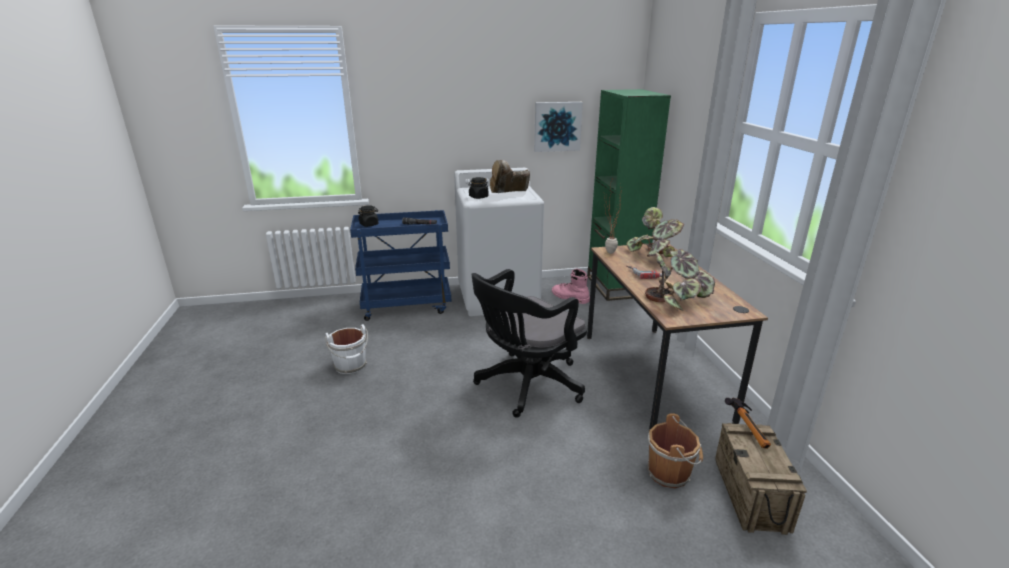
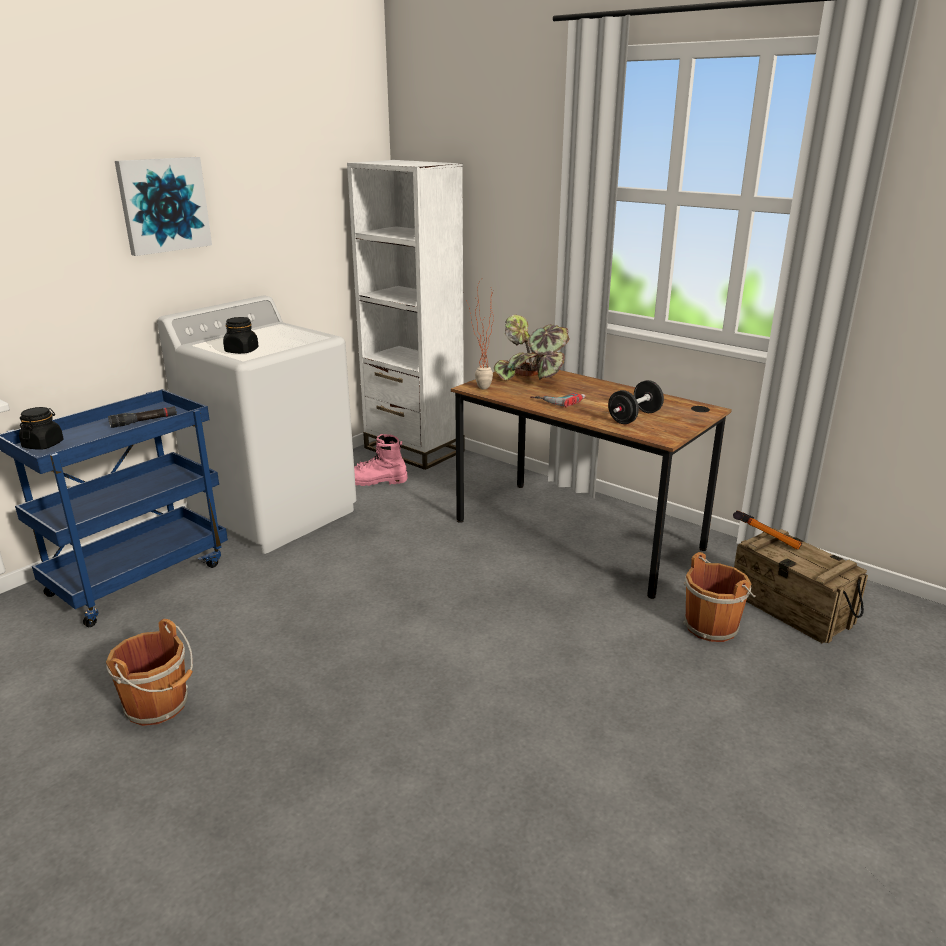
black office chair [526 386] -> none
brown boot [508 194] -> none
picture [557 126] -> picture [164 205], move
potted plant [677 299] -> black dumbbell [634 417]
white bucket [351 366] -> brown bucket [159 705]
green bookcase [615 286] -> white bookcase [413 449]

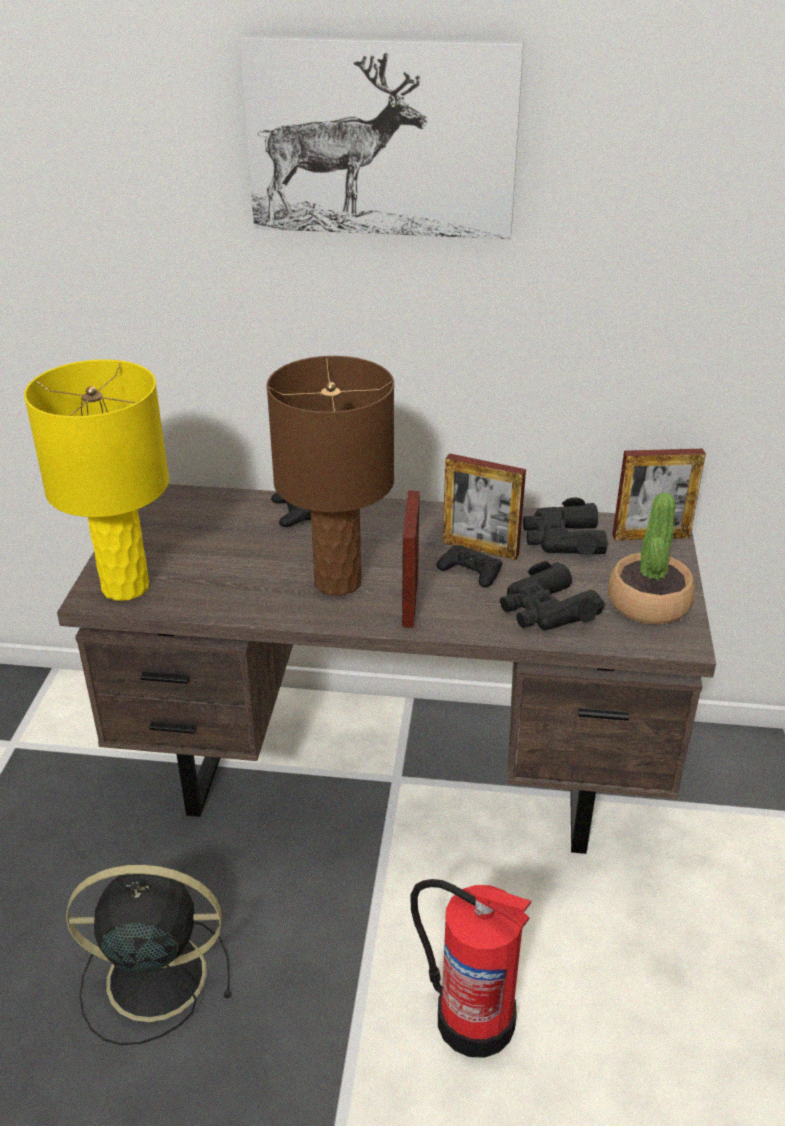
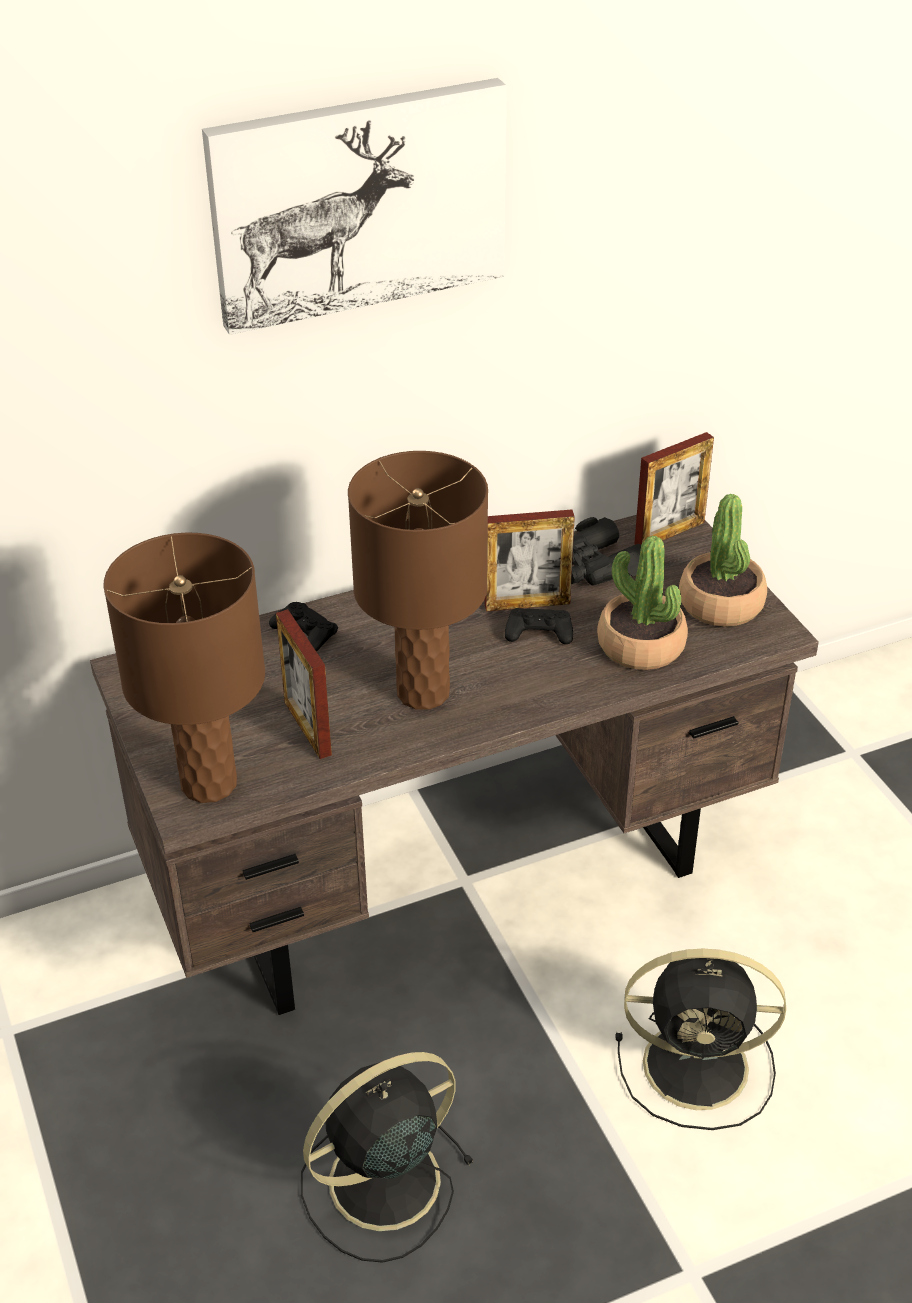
picture frame [410 601] -> picture frame [307 728], move
fire extinguisher [473 1018] -> black fan [700 1066]
black binoculars [546 610] -> potted plant [640 646]
yellow table lamp [124 587] -> brown table lamp [208 784]

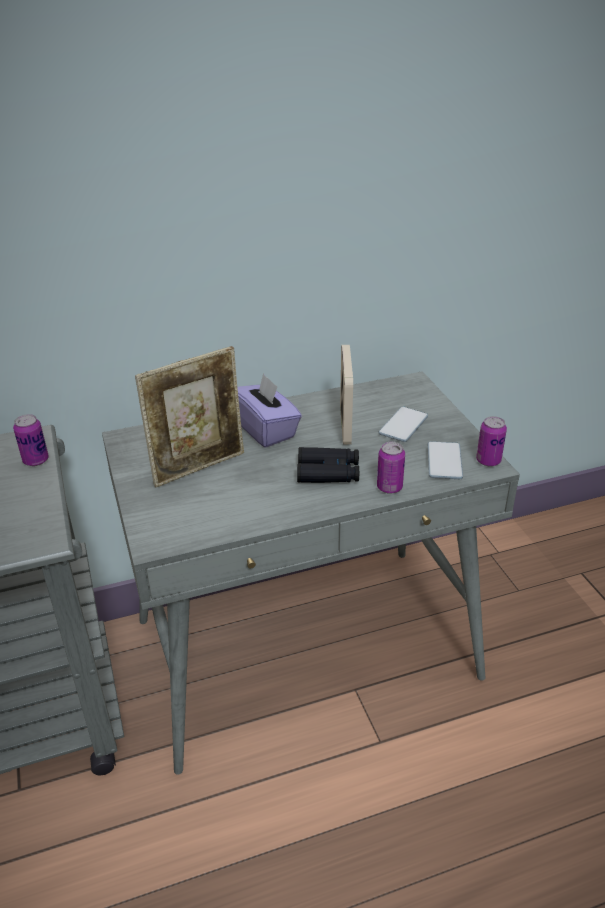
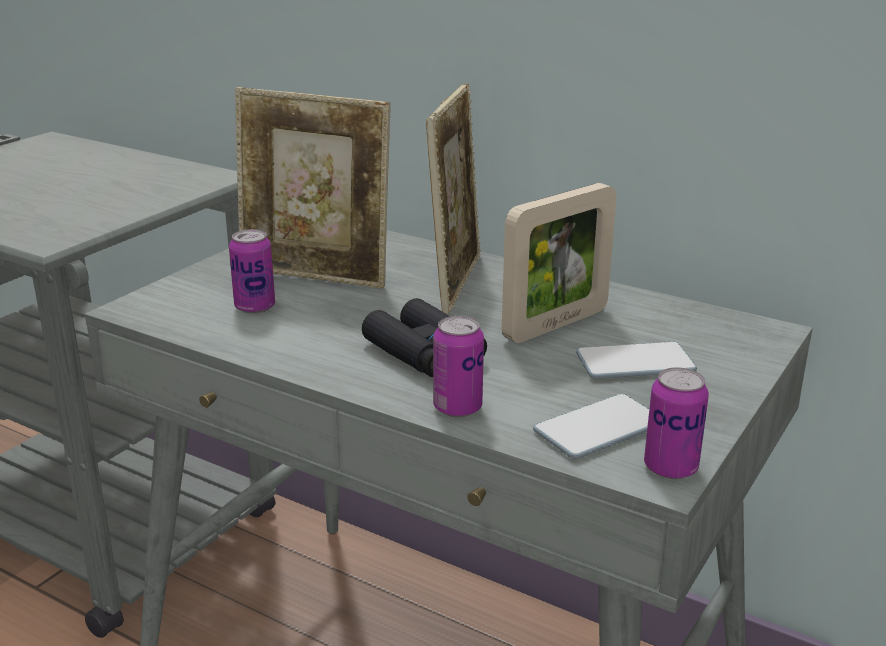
can [36 460] -> can [255 307], move
purple tissue box [265 429] -> picture frame [455 282]

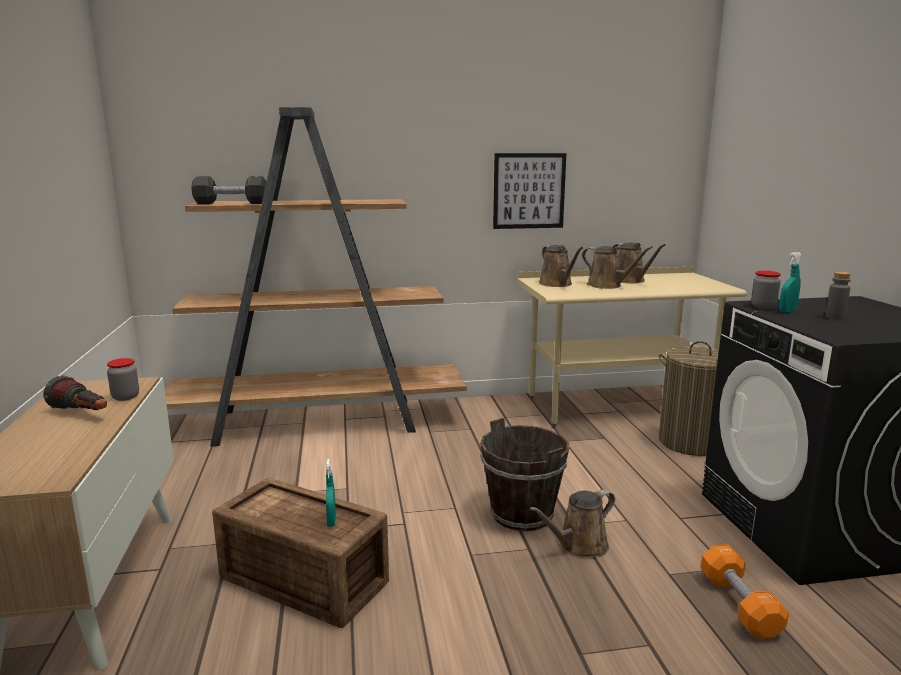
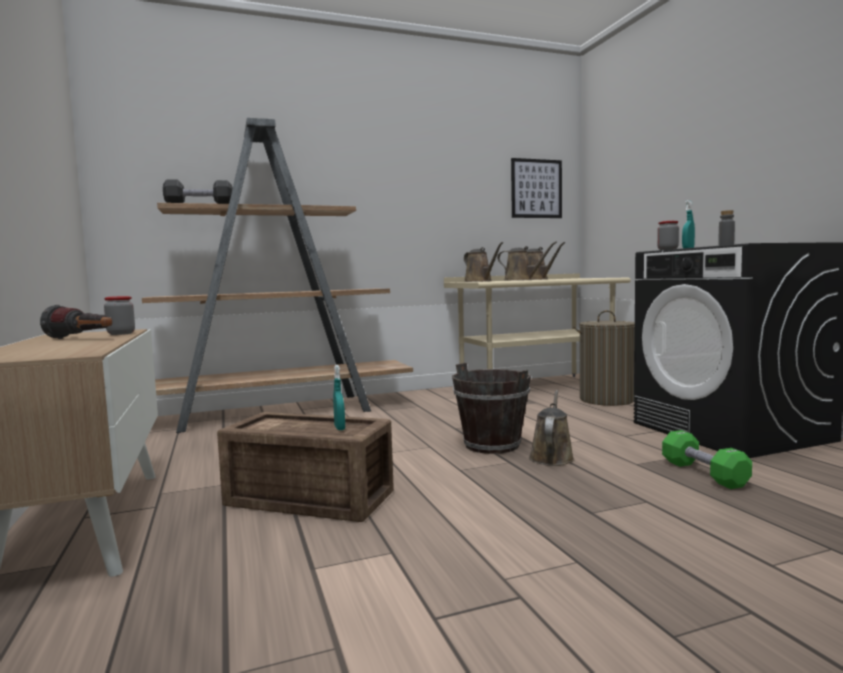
picture [529 191] -> picture [536 188], move
orange dumbbell [739 605] -> green dumbbell [703 474]
brown watering can [579 546] -> brown watering can [551 457], 150 degrees clockwise

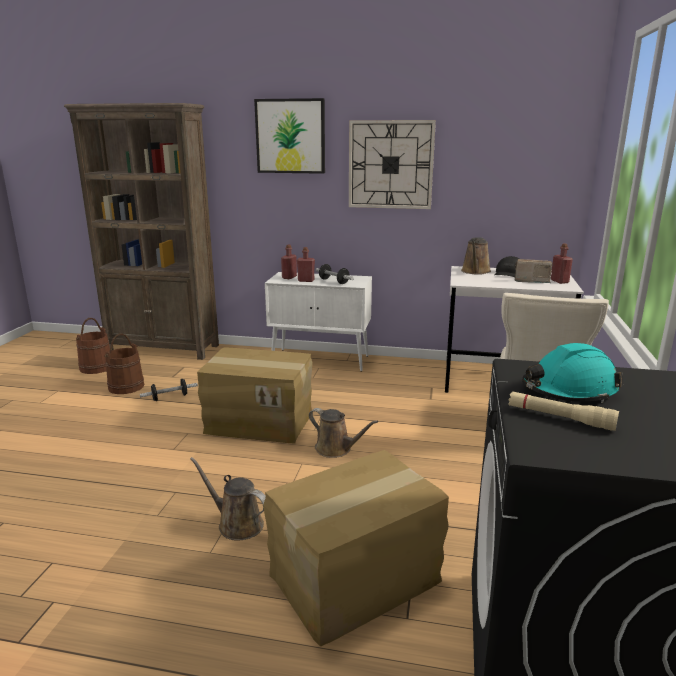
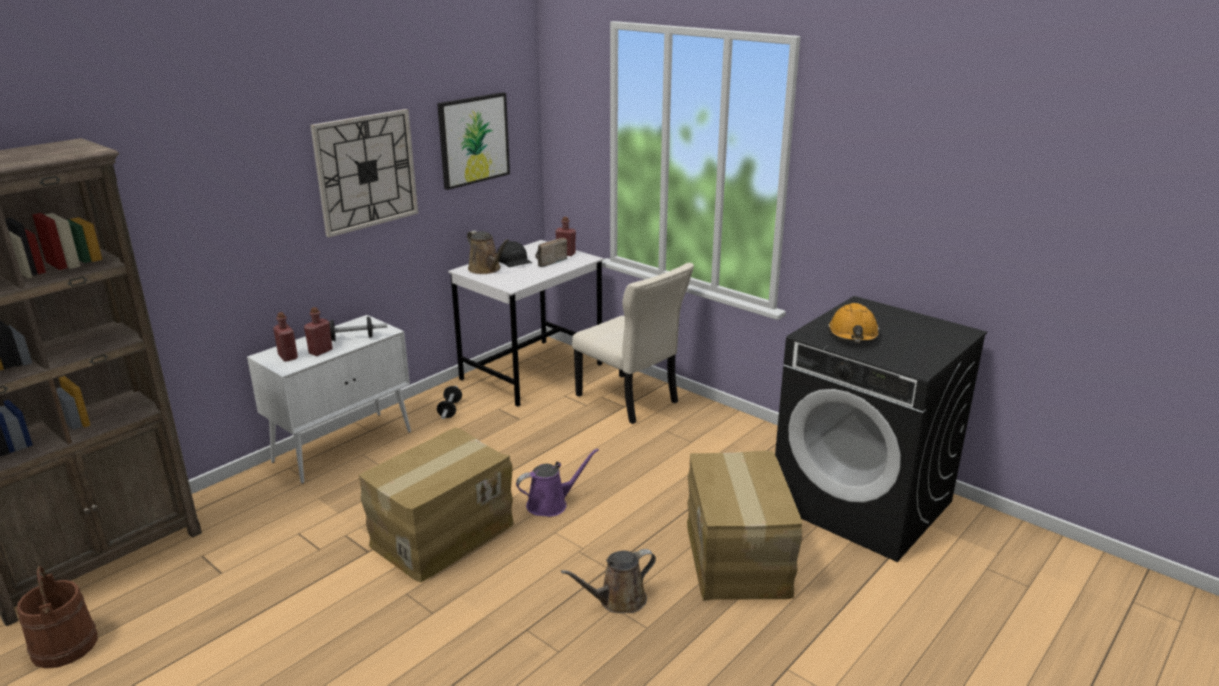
brown bucket [126 386] -> none
beige flashlight [560 418] -> none
dumbbell [170 397] -> dumbbell [450 410], move
picture [290 136] -> picture [473 140], move
brown watering can [336 449] -> purple watering can [551 504]
turquoise hard hat [568 391] -> orange hard hat [853 335]

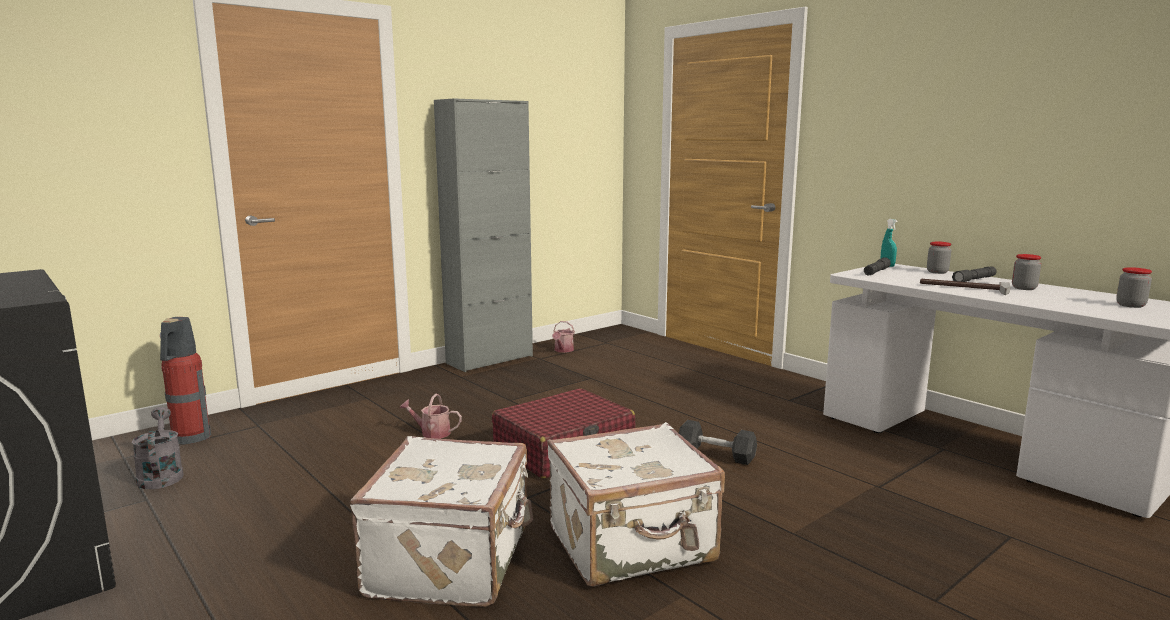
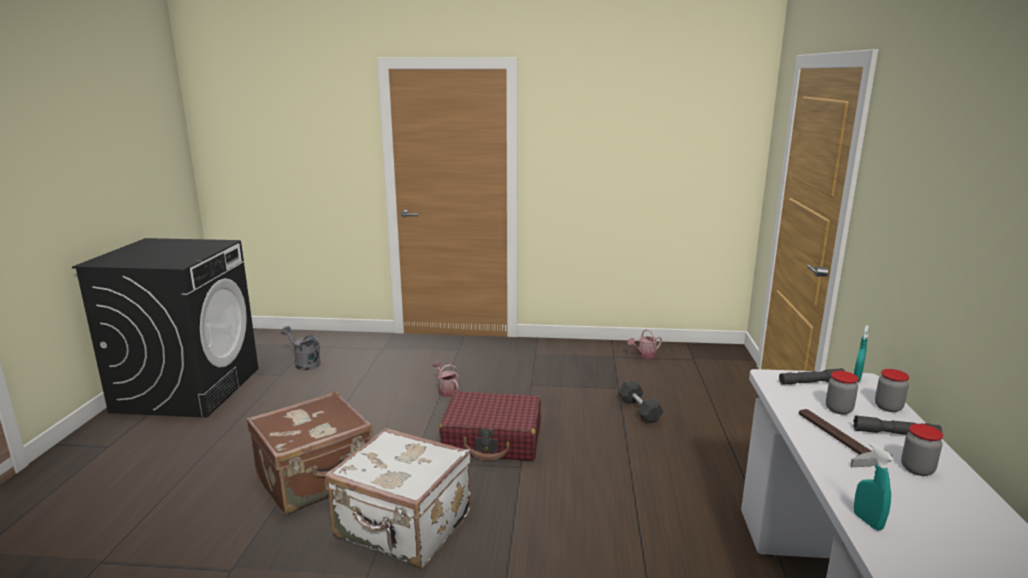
fire extinguisher [190 438] -> none
grey cabinet [490 359] -> none
none -> turquoise spray bottle [867 521]
grey dumbbell [716 454] -> grey dumbbell [639 410], move
jar [1130 305] -> jar [838 409], move
white suitcase [453 561] -> brown suitcase [316 480]
grey watering can [161 475] -> grey watering can [304 363], 75 degrees counterclockwise

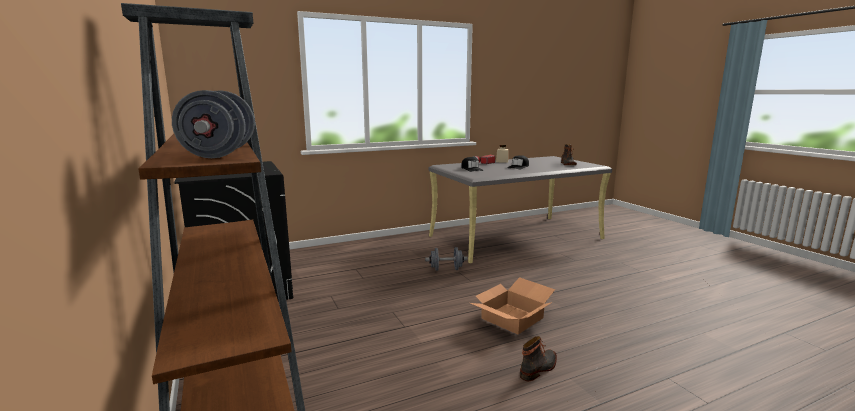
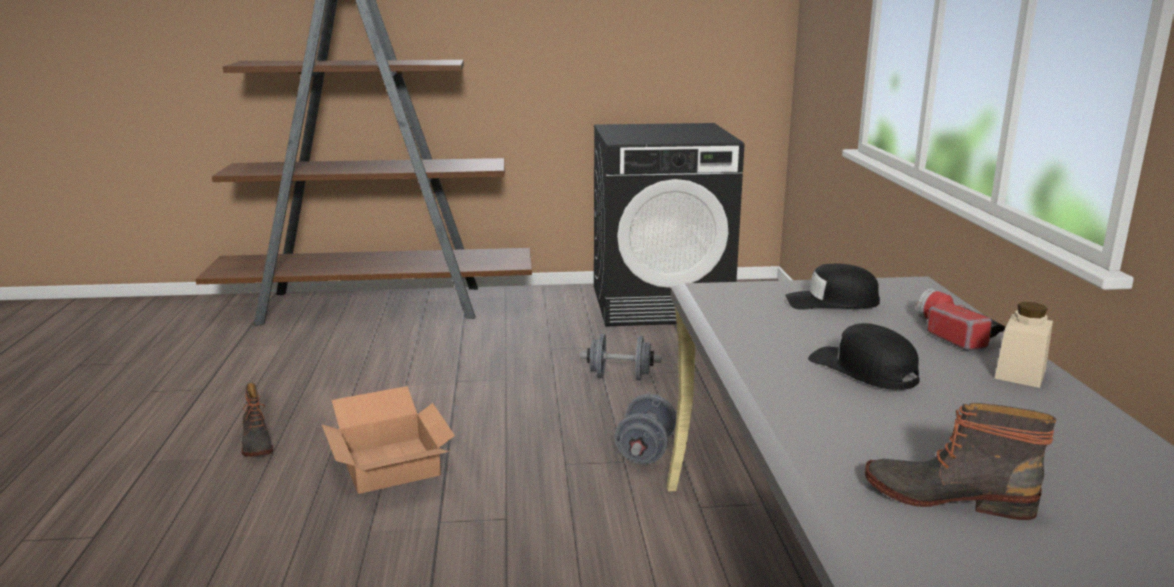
grey dumbbell [220 154] -> grey dumbbell [620 377], move

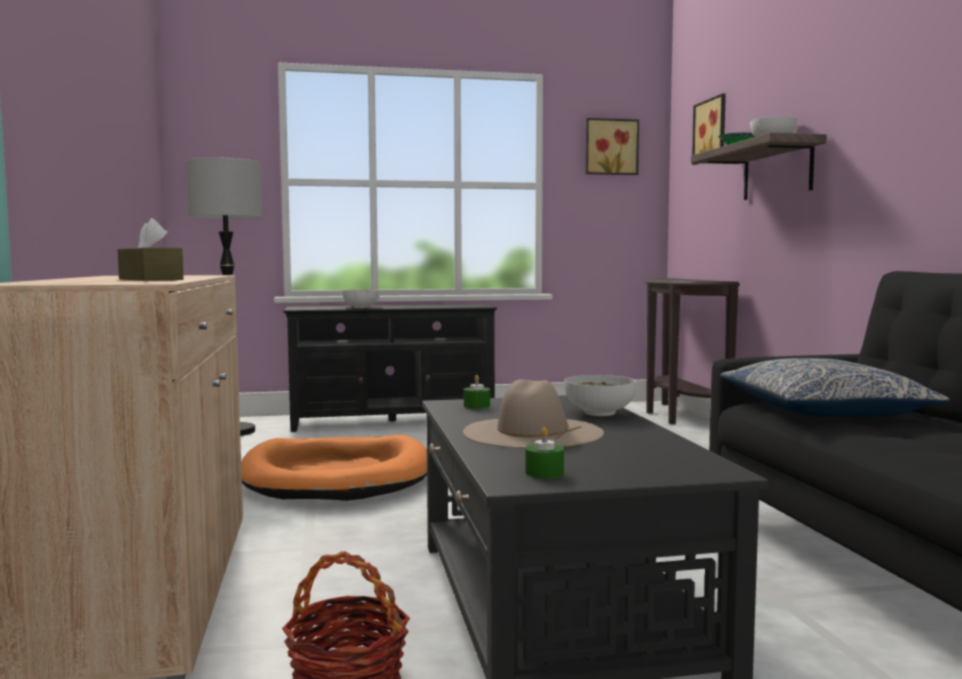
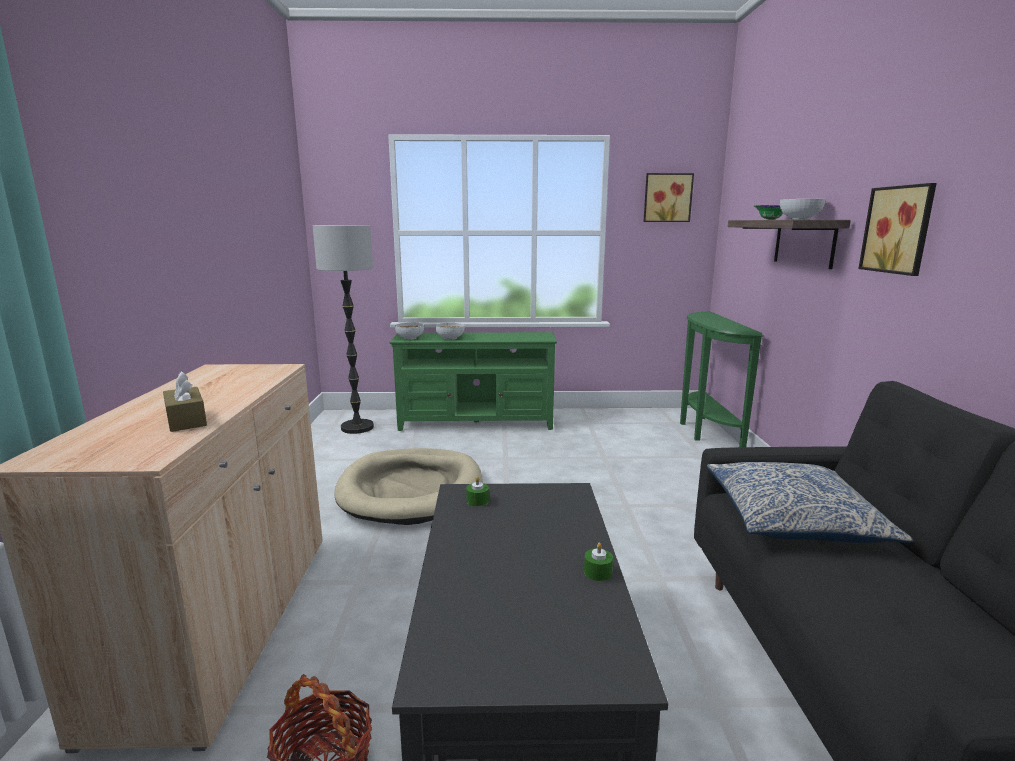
beige hat [532 432] -> none
green candle [544 473] -> green candle [598 572], move
bowl [598 413] -> bowl [409 338], move
picture [712 130] -> picture [900 229], move
orange dog bed [337 476] -> beige dog bed [411 490]
black tv stand [392 422] -> green tv stand [476 423]
brown console table [678 417] -> green console table [705 431]

